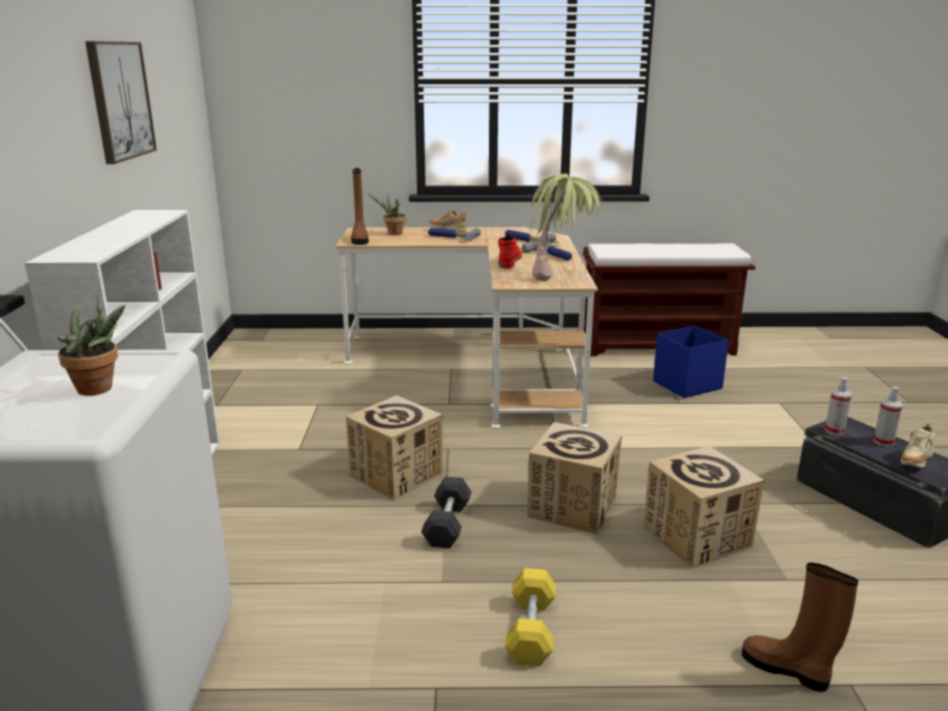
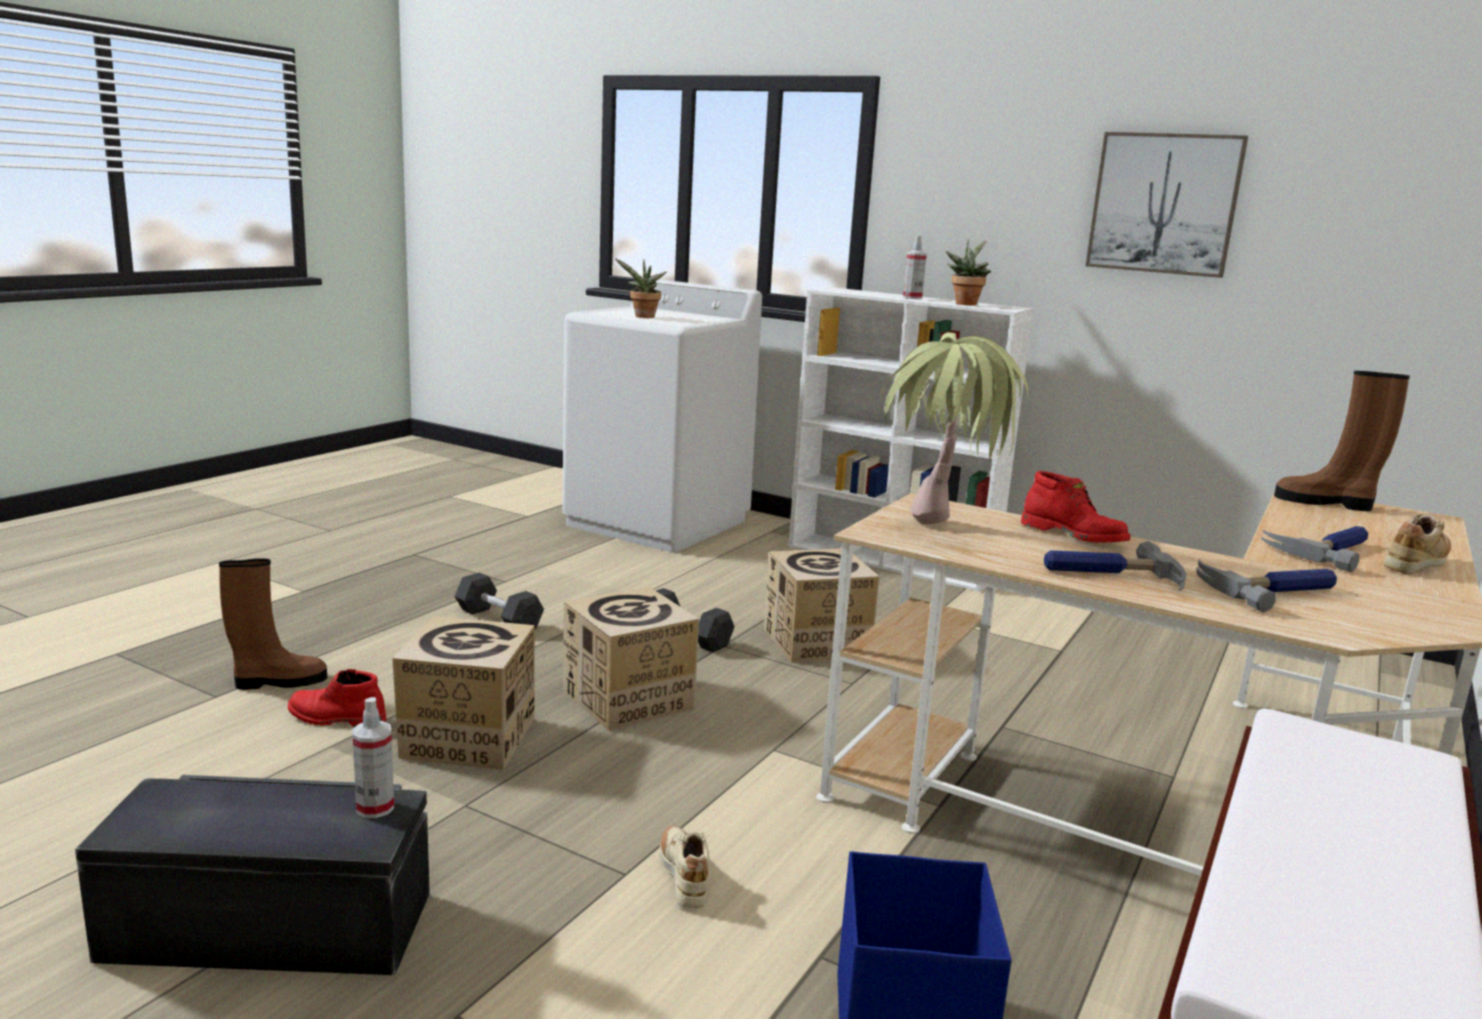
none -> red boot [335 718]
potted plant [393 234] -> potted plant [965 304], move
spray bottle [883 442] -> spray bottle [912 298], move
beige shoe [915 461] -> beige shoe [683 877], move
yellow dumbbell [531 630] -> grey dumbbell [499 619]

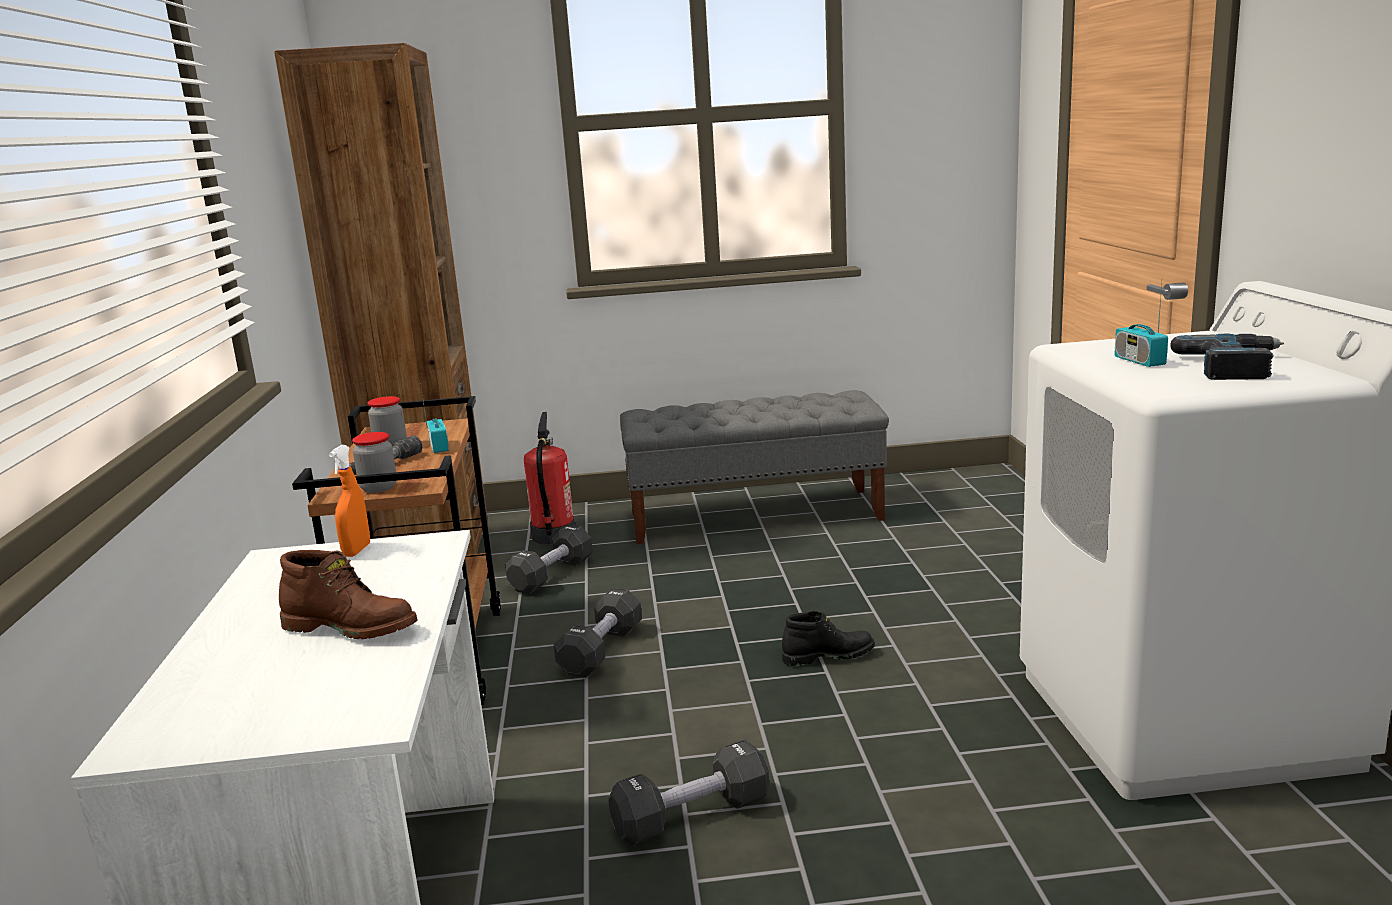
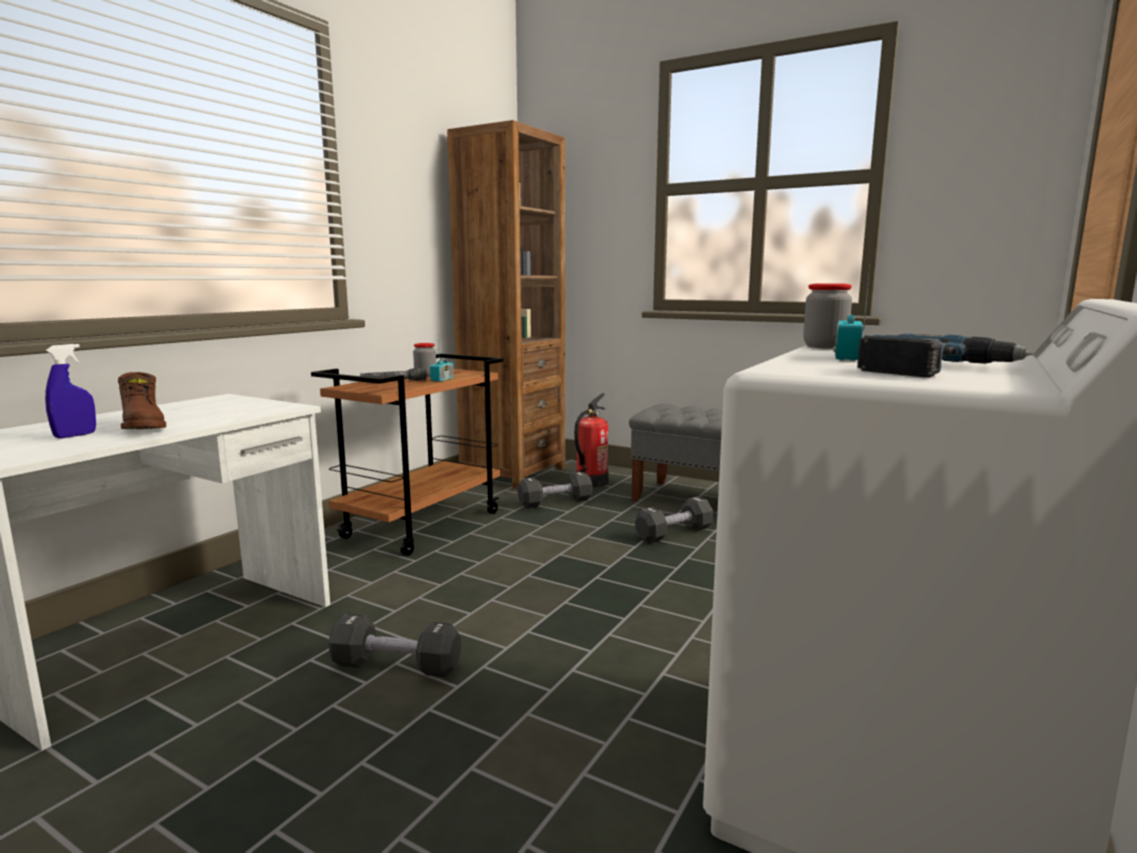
orange spray bottle [357 551] -> none
black boot [828 655] -> none
none -> blue spray bottle [75 435]
jar [378 488] -> jar [824 347], move
black dumbbell [601 650] -> black dumbbell [674 533], move

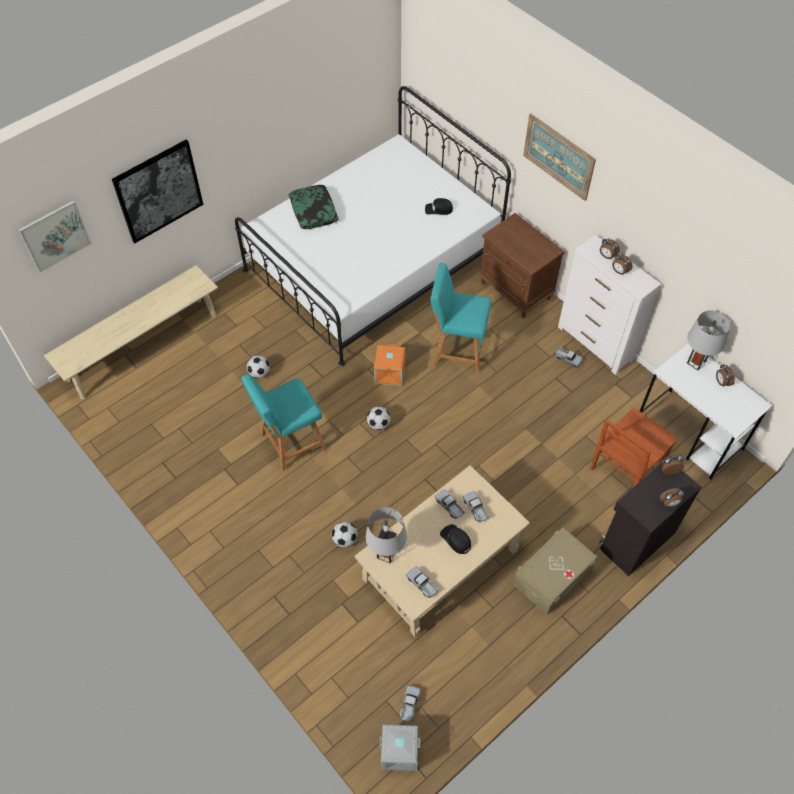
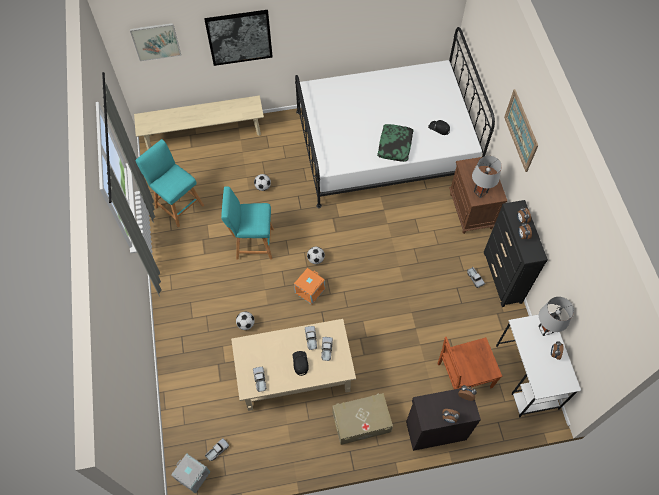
pillow [314 211] -> pillow [395 146], move
grey table lamp [386 554] -> grey table lamp [480 192], move
orange storage box [390 373] -> orange storage box [310 291], move
turquoise stool [456 350] -> turquoise stool [178 205], move
white dresser [595 344] -> black dresser [502 277]

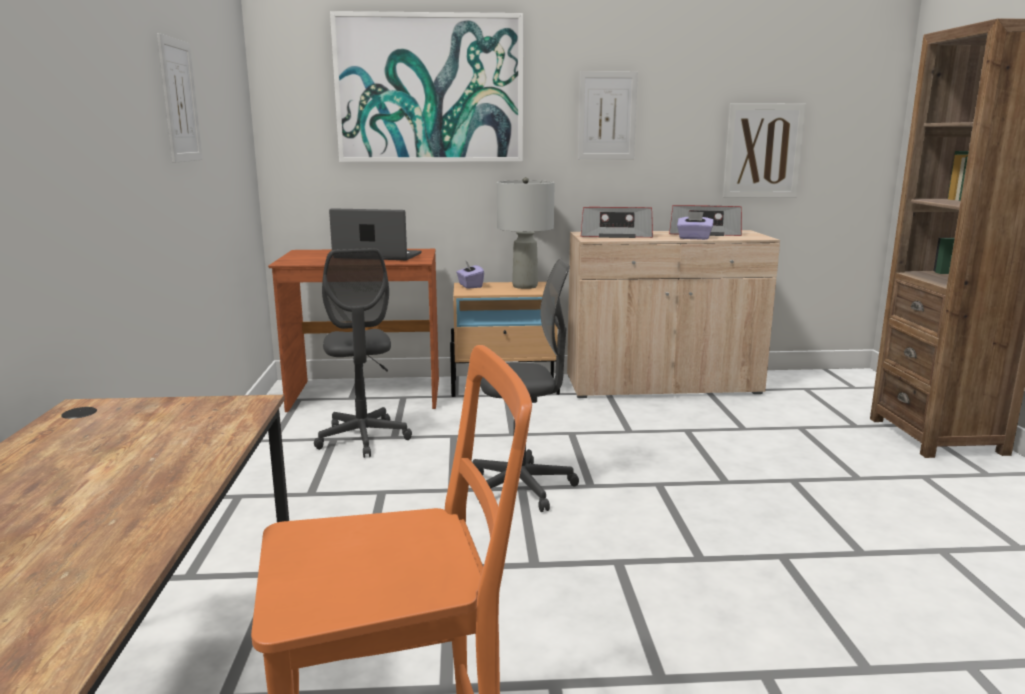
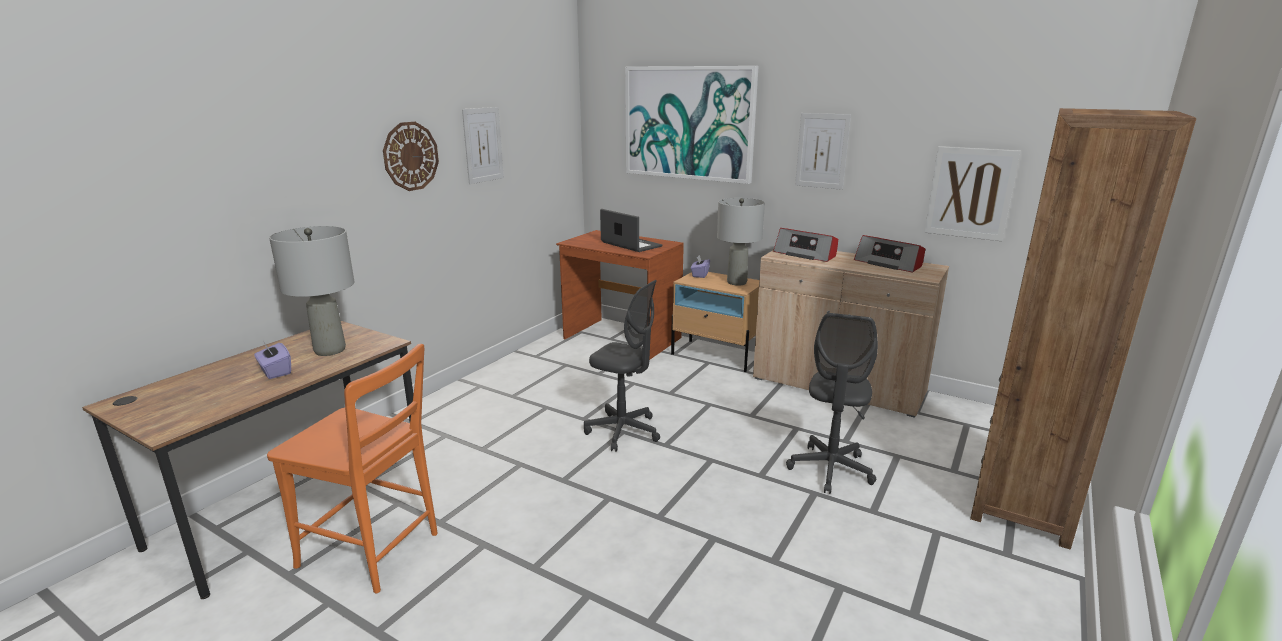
none -> grey table lamp [329 350]
none -> wall clock [410 156]
grey office chair [363 439] -> grey office chair [830 469], move
purple tissue box [694 238] -> purple tissue box [275 371], move

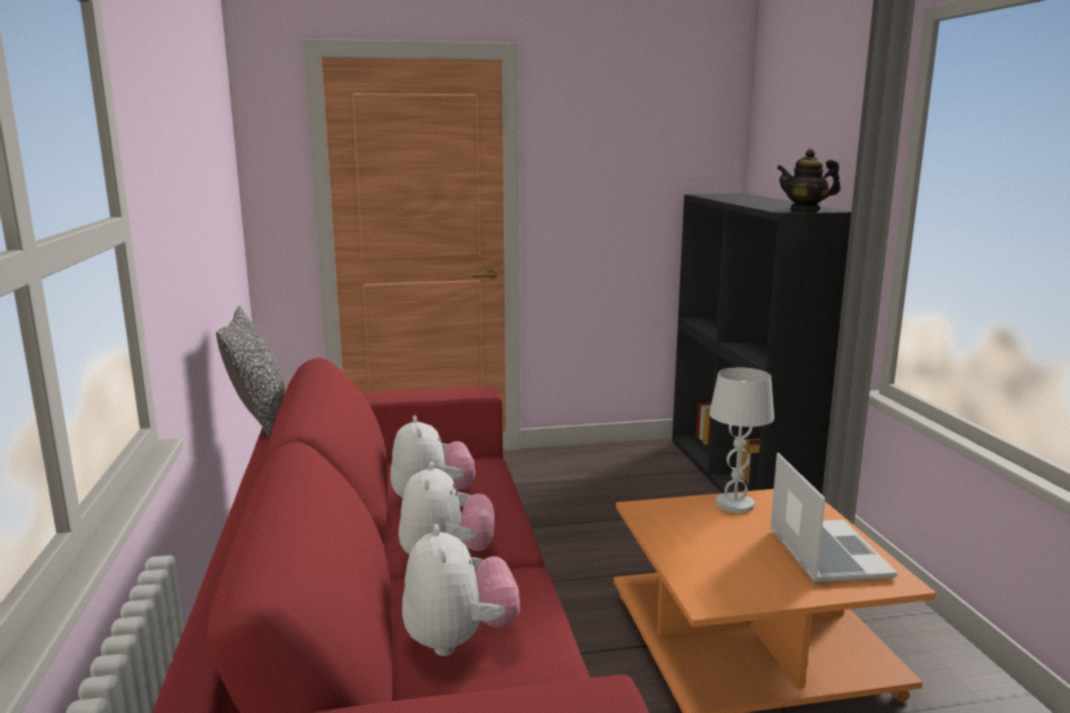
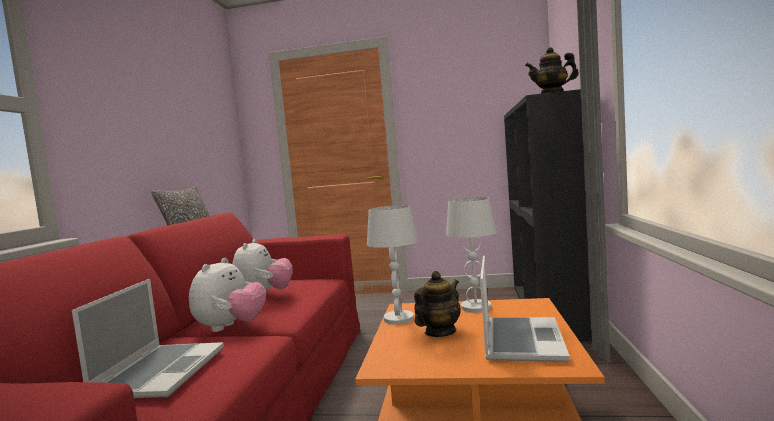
none -> white table lamp [399 319]
none -> teapot [439 332]
plush toy [459 640] -> laptop [161 371]

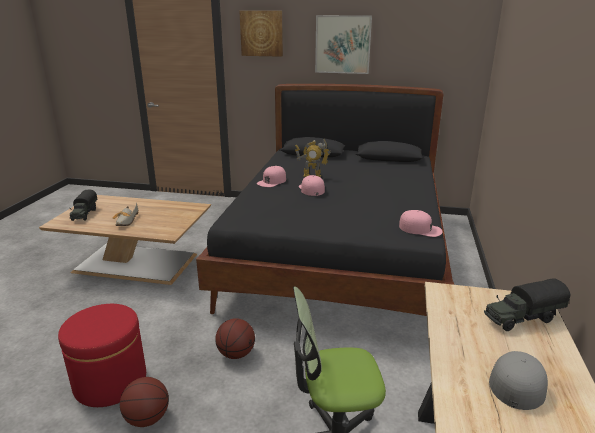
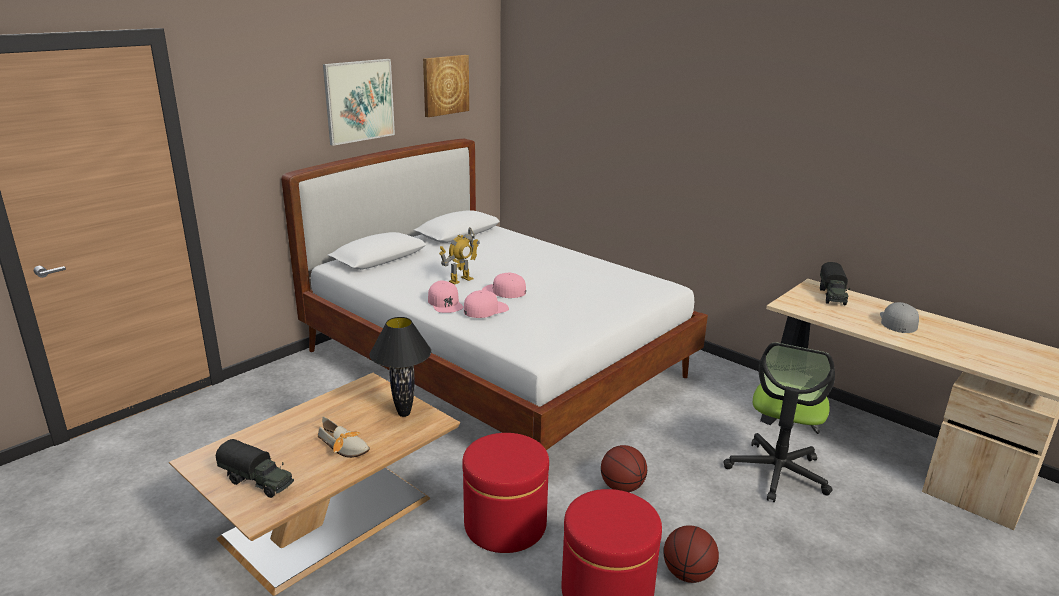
none -> black table lamp [403 414]
none -> red ottoman [505 525]
picture [261 33] -> picture [445 85], move
pink cap [420 229] -> pink cap [485 309], move
black bed [339 255] -> white bed [495 365]
grey cap [517 381] -> grey cap [897 322], 45 degrees clockwise

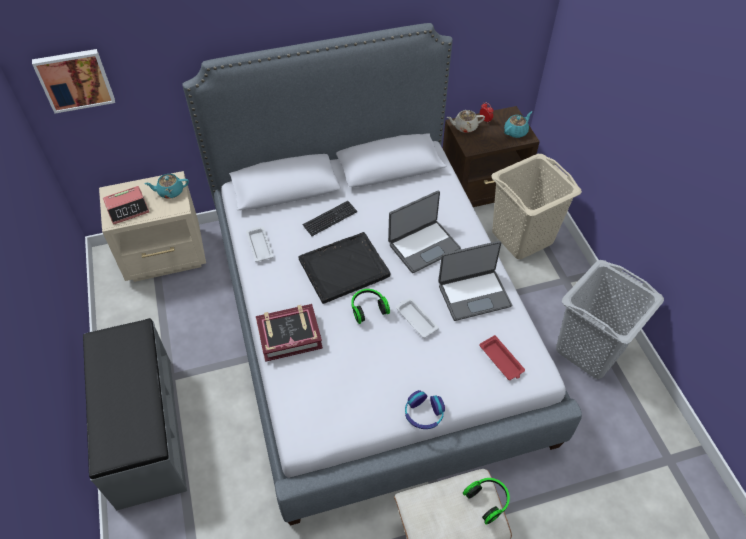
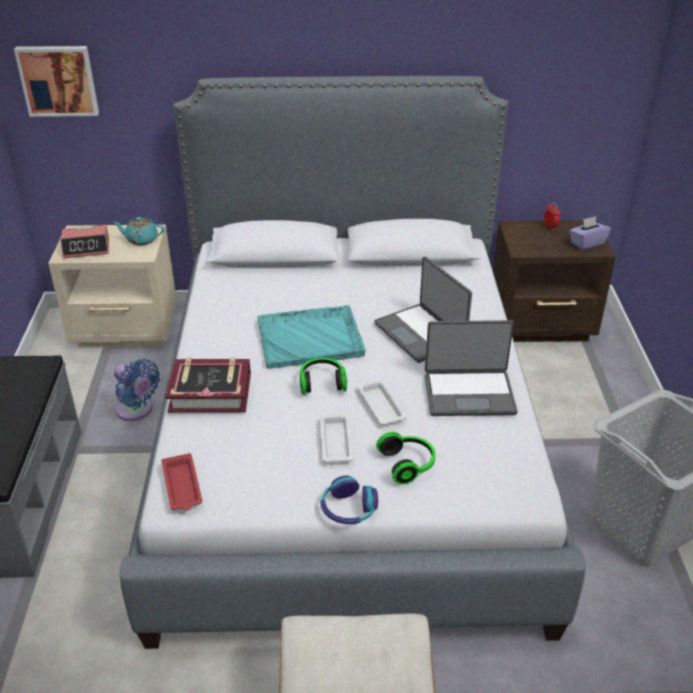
keyboard [330 219] -> none
beige teapot [464 127] -> none
beige laundry basket [522 237] -> none
none -> blue fan [137 411]
white tray [259 245] -> white tray [336 441], move
headphones [488 500] -> headphones [408 464], move
red tray [502 360] -> red tray [182 486], move
turquoise teapot [516 132] -> purple tissue box [587 243]
black tray [345 268] -> turquoise tray [311 338]
laptop [423 246] -> laptop [421 333], 75 degrees clockwise

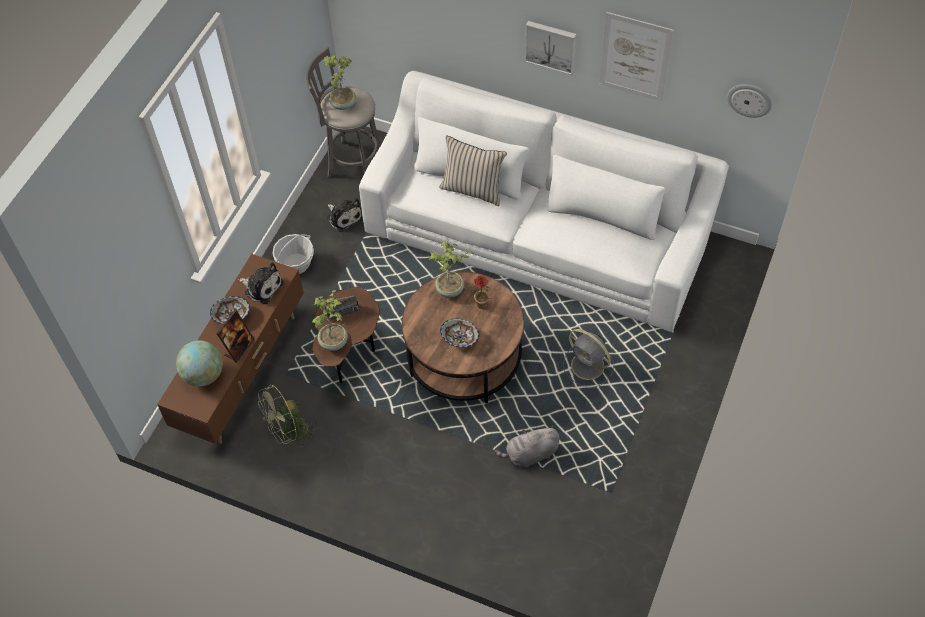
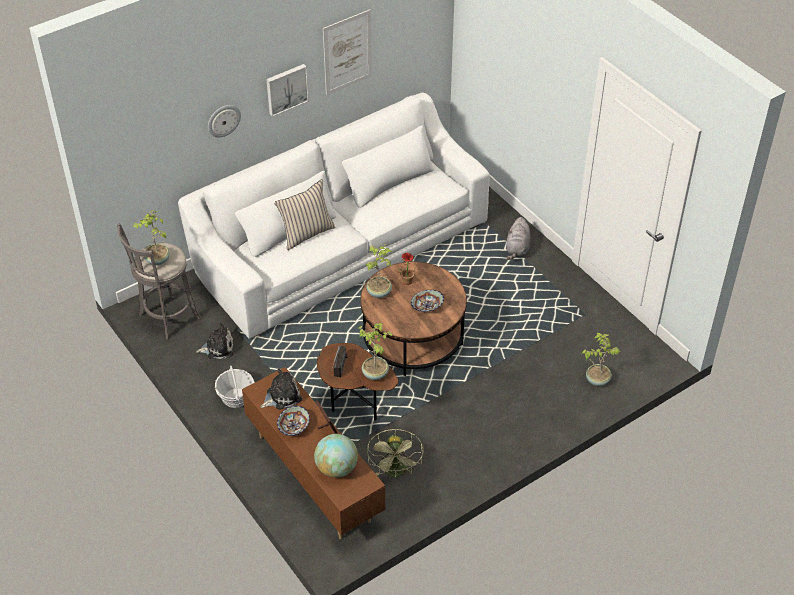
grey fan [589 366] -> none
none -> potted plant [597 380]
grey plush toy [530 454] -> grey plush toy [517 249], move
wall clock [749 99] -> wall clock [223 120], move

